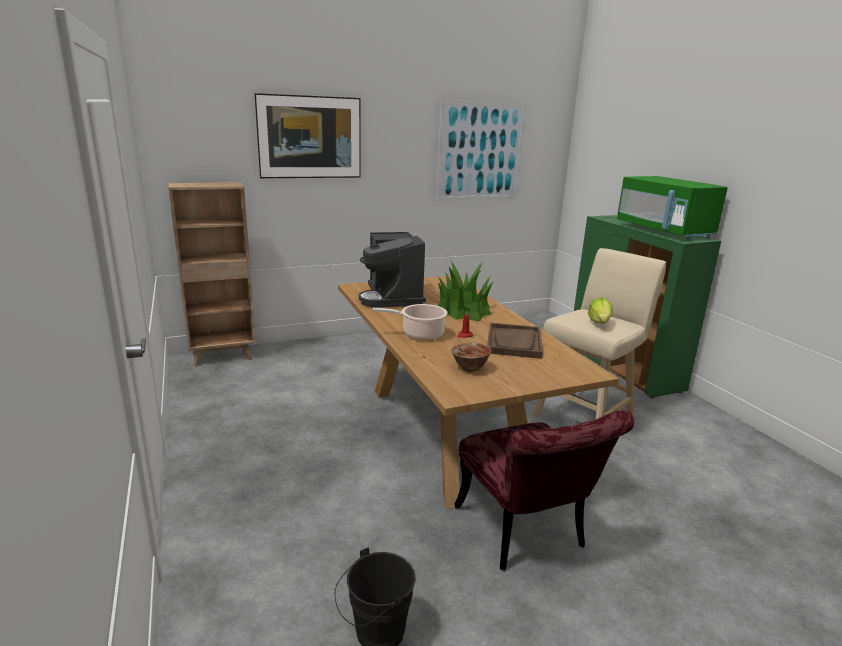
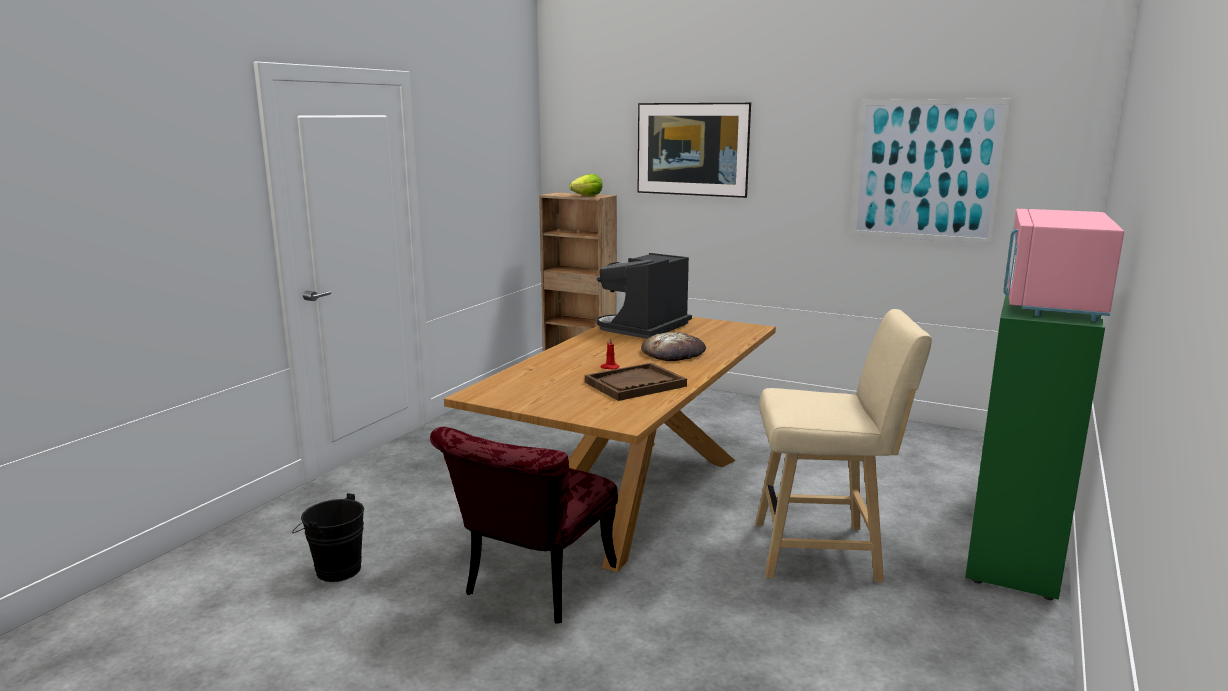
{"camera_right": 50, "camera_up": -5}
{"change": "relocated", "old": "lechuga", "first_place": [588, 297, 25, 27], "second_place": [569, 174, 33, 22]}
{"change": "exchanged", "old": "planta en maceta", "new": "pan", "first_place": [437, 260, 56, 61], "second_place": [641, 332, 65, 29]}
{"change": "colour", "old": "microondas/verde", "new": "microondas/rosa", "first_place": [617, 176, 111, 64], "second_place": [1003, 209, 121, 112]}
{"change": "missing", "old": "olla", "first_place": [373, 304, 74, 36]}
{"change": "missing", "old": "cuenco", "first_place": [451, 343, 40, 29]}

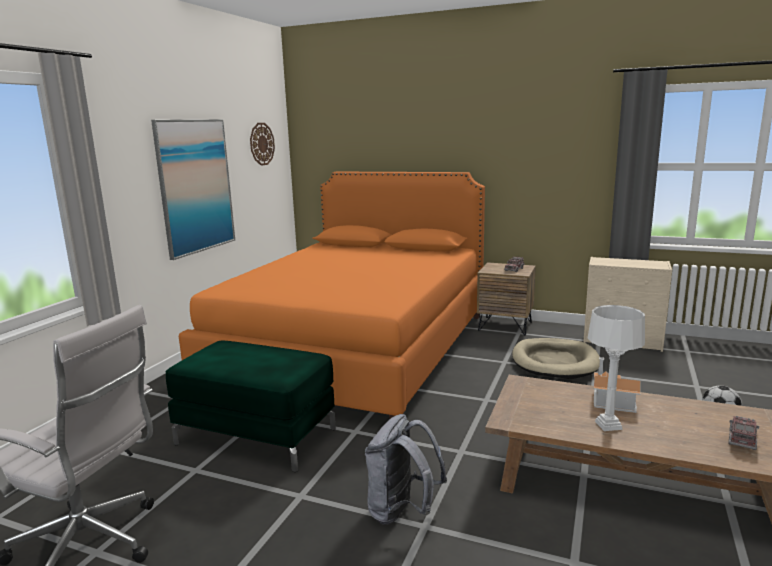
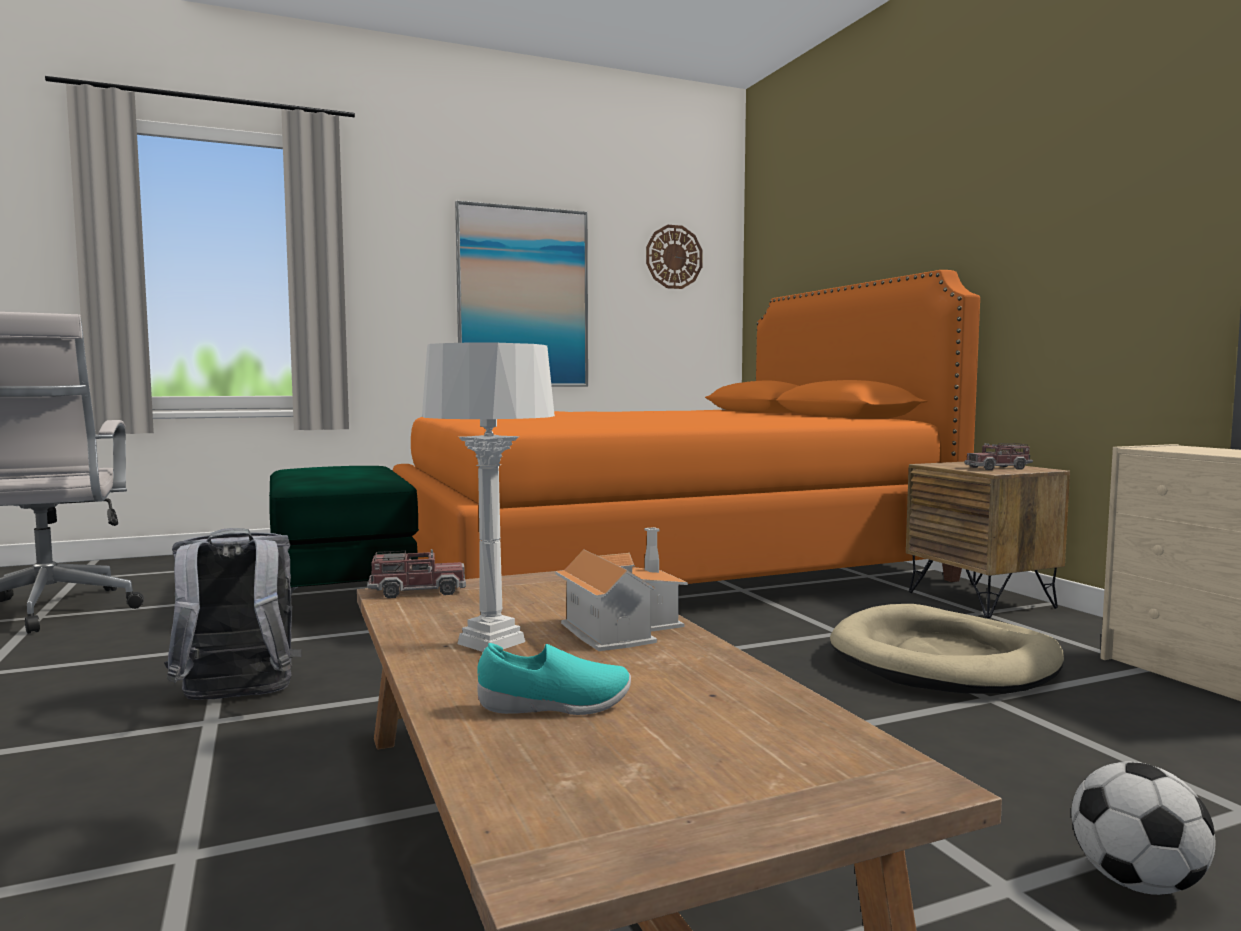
{"camera_right": 45, "camera_up": -10}
{"change": "relocated", "old": "camión de juguete", "first_place": [728, 416, 31, 34], "second_place": [367, 549, 99, 49]}
{"change": "appeared", "new": "zapato/turquesa", "second_place": [477, 643, 154, 72]}

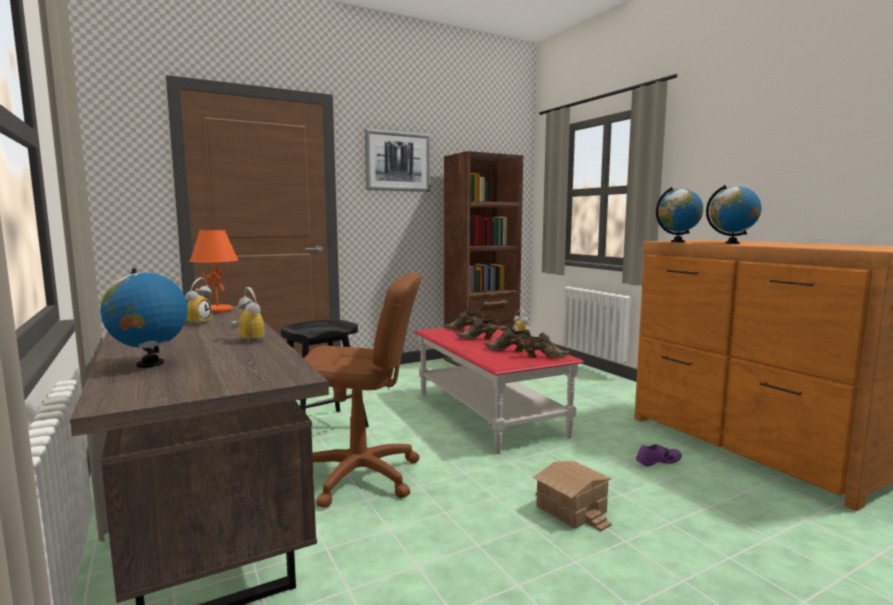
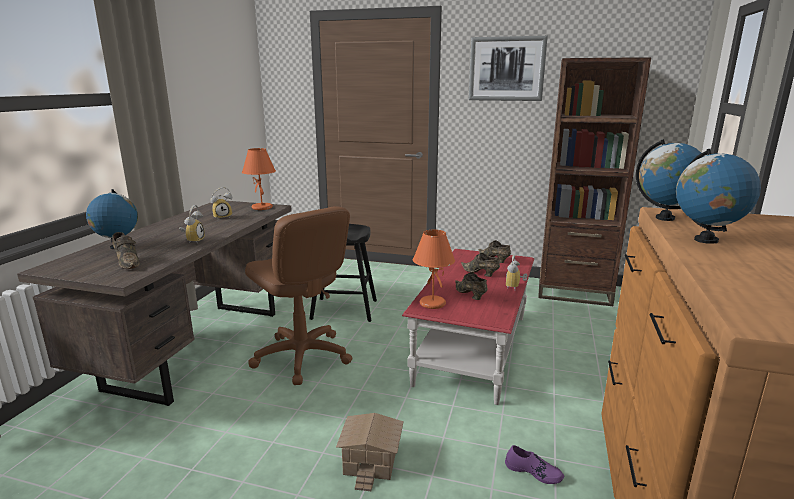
{"camera_right": 45, "camera_up": 10}
{"change": "relocated", "old": "zapato/marrón", "first_place": [519, 333, 51, 25], "second_place": [112, 232, 28, 37]}
{"change": "appeared", "new": "lámpara de mesa/naranja", "second_place": [413, 230, 42, 79]}

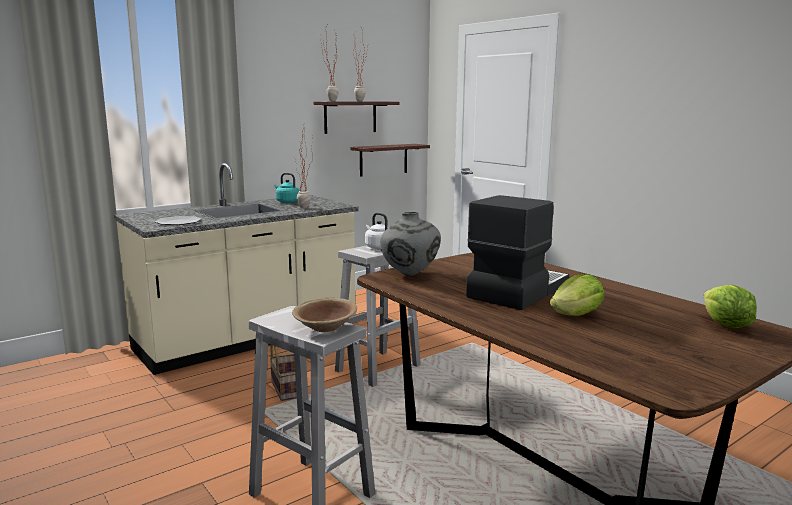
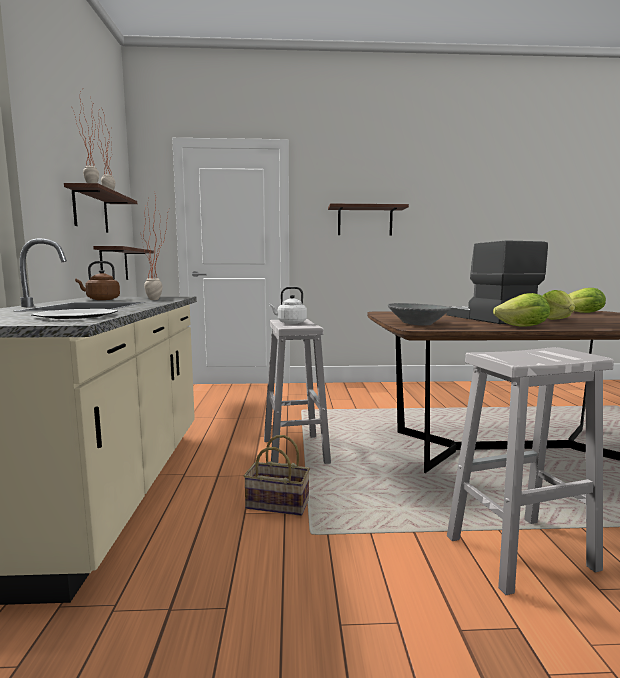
{"camera_right": -55, "camera_up": -5}
{"change": "colour", "old": "hervidor/turquesa", "new": "hervidor/marrón", "first_place": [274, 173, 25, 30], "second_place": [75, 261, 45, 39]}
{"change": "appeared", "new": "estante", "second_place": [328, 204, 81, 32]}
{"change": "exchanged", "old": "florero/gris", "new": "cuenco/gris", "first_place": [380, 212, 61, 64], "second_place": [388, 303, 63, 23]}
{"change": "appeared", "new": "lechuga", "second_place": [493, 293, 57, 34]}
{"change": "missing", "old": "cuenco/marrón", "first_place": [292, 298, 65, 34]}

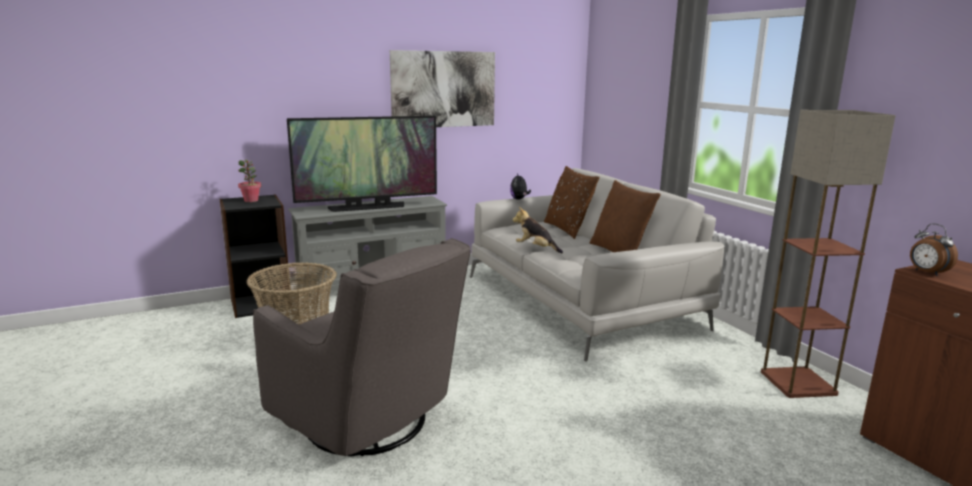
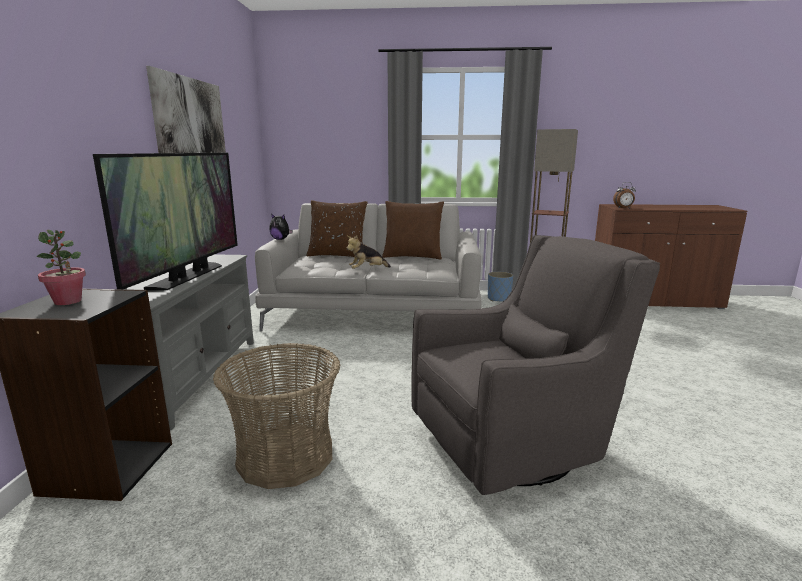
{"camera_right": -60, "camera_up": 0}
{"change": "appeared", "new": "maceta/azul", "second_place": [488, 272, 25, 30]}

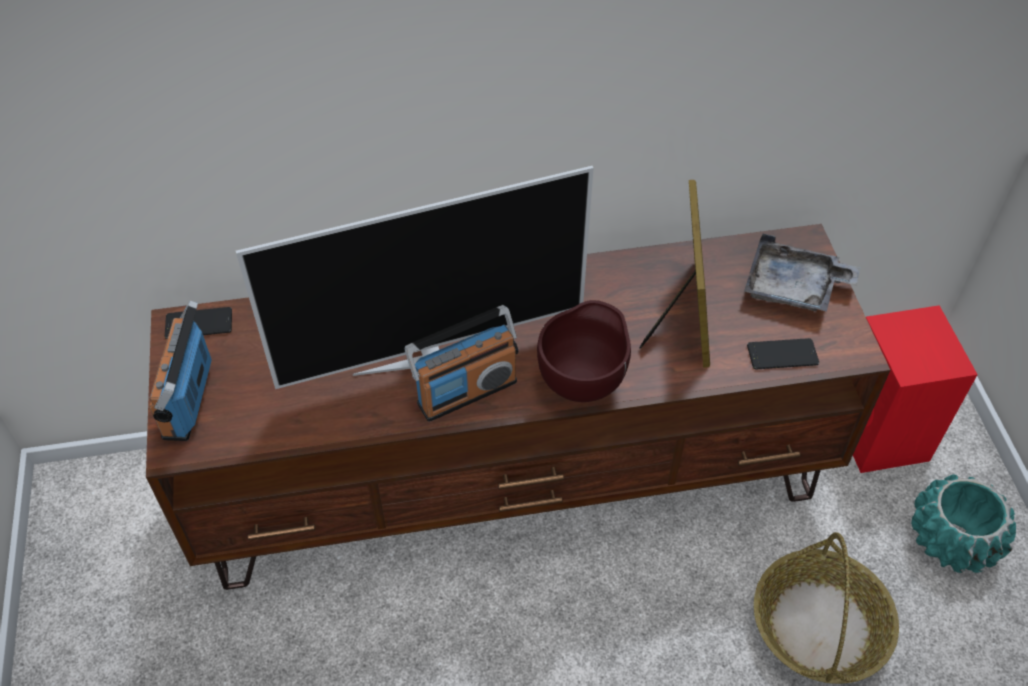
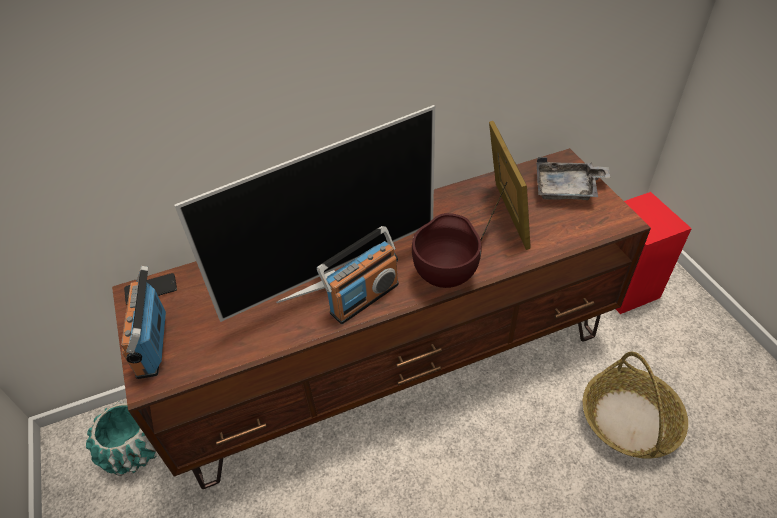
{"camera_right": -10, "camera_up": -5}
{"change": "relocated", "old": "maceta/turquesa", "first_place": [911, 474, 105, 99], "second_place": [86, 401, 71, 75]}
{"change": "missing", "old": "móvil", "first_place": [747, 338, 72, 31]}

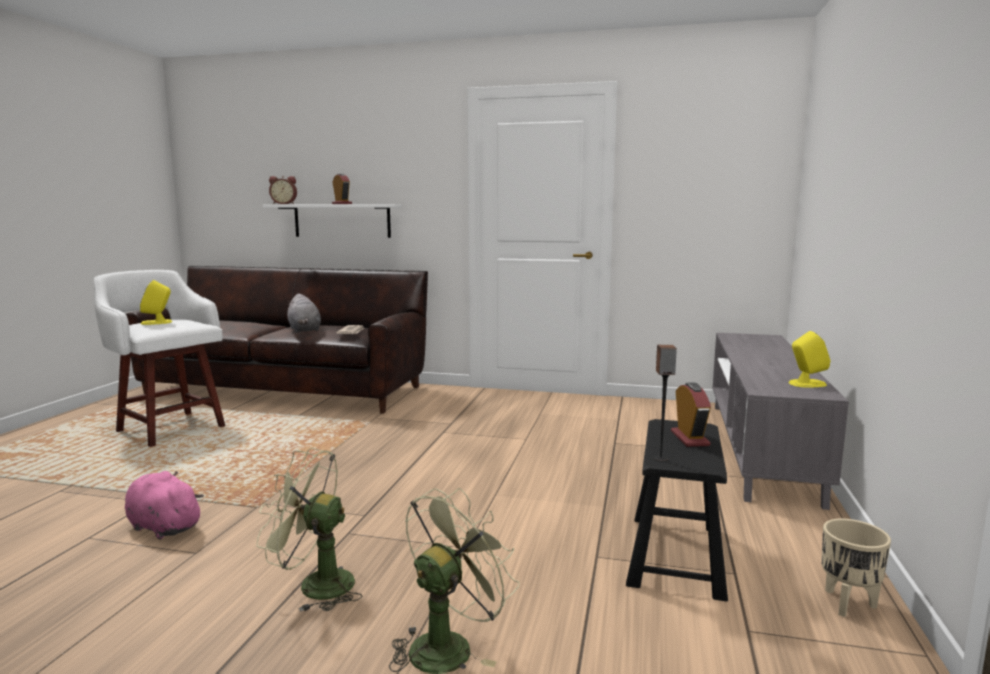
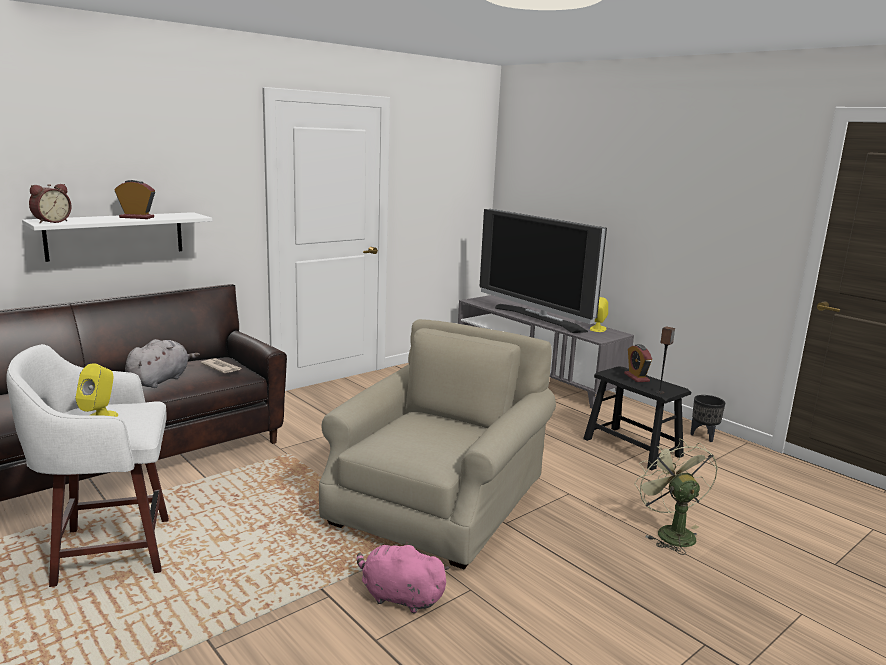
{"camera_right": -55, "camera_up": 5}
{"change": "spun", "old": "peluche/gris", "first_place": [287, 294, 34, 38], "second_place": [125, 339, 75, 49], "degrees": -75}
{"change": "appeared", "new": "sillón/beis", "second_place": [319, 319, 237, 250]}
{"change": "spun", "old": "peluche/rosa", "first_place": [125, 471, 79, 68], "second_place": [357, 541, 92, 72], "degrees": 45}
{"change": "appeared", "new": "televisor", "second_place": [480, 209, 127, 124]}
{"change": "spun", "old": "despertador", "first_place": [671, 382, 40, 65], "second_place": [624, 344, 28, 38], "degrees": -135}
{"change": "colour", "old": "maceta/beis", "new": "maceta/negro", "first_place": [821, 519, 70, 98], "second_place": [691, 395, 34, 47]}
{"change": "missing", "old": "ventilador/verde", "first_place": [257, 448, 105, 164]}

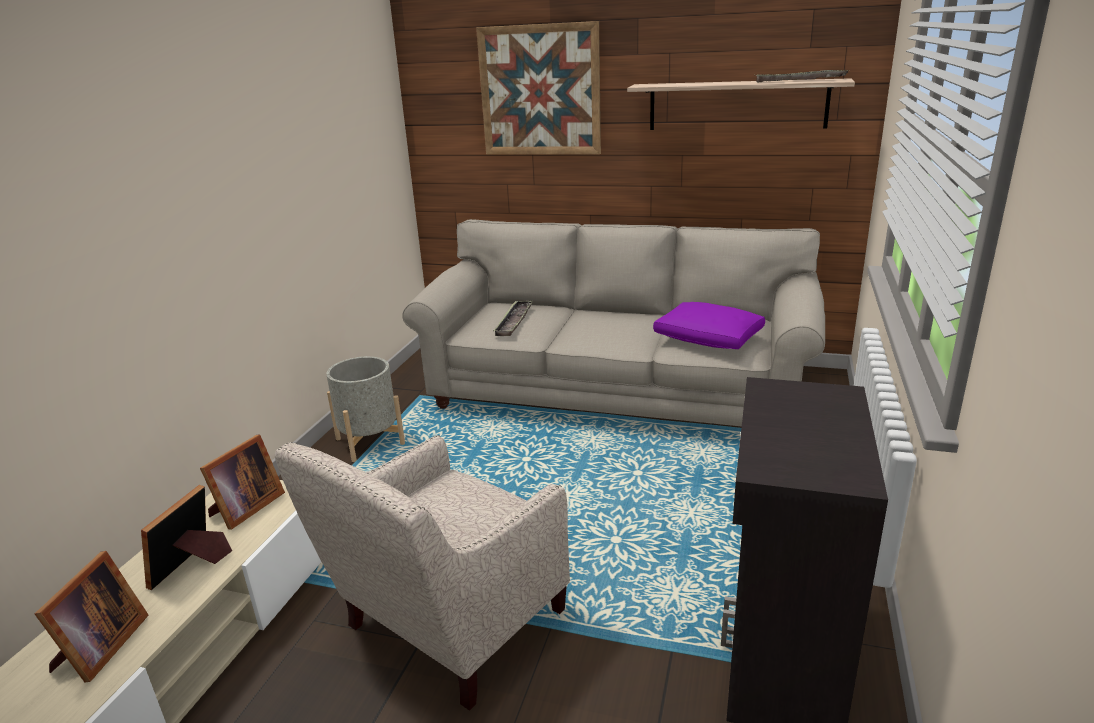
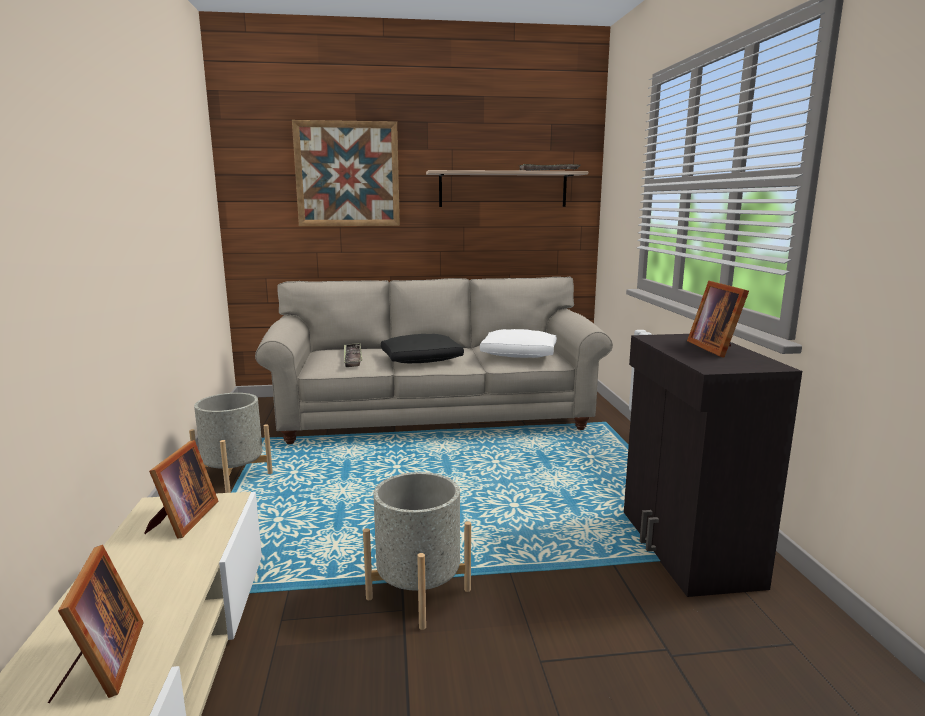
{"camera_right": -25, "camera_up": -10}
{"change": "exchanged", "old": "sillón/beis", "new": "maceta/gris", "first_place": [275, 435, 295, 275], "second_place": [363, 472, 108, 158]}
{"change": "appeared", "new": "cojín/negro", "second_place": [381, 334, 83, 30]}
{"change": "colour", "old": "cojín/morado", "new": "cojín/blanco", "first_place": [653, 302, 112, 47], "second_place": [480, 329, 77, 29]}
{"change": "relocated", "old": "portarretratos", "first_place": [141, 485, 91, 105], "second_place": [687, 281, 62, 77]}

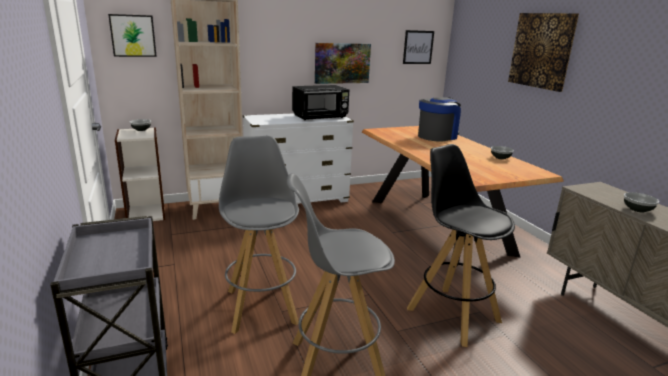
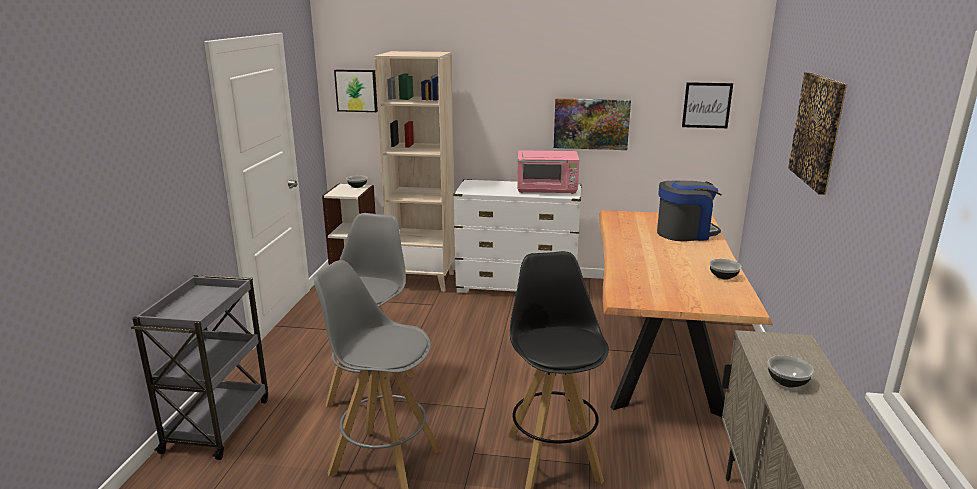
{"camera_right": 30, "camera_up": 0}
{"change": "colour", "old": "microondas/negro", "new": "microondas/rosa", "first_place": [292, 85, 57, 35], "second_place": [517, 150, 62, 44]}

